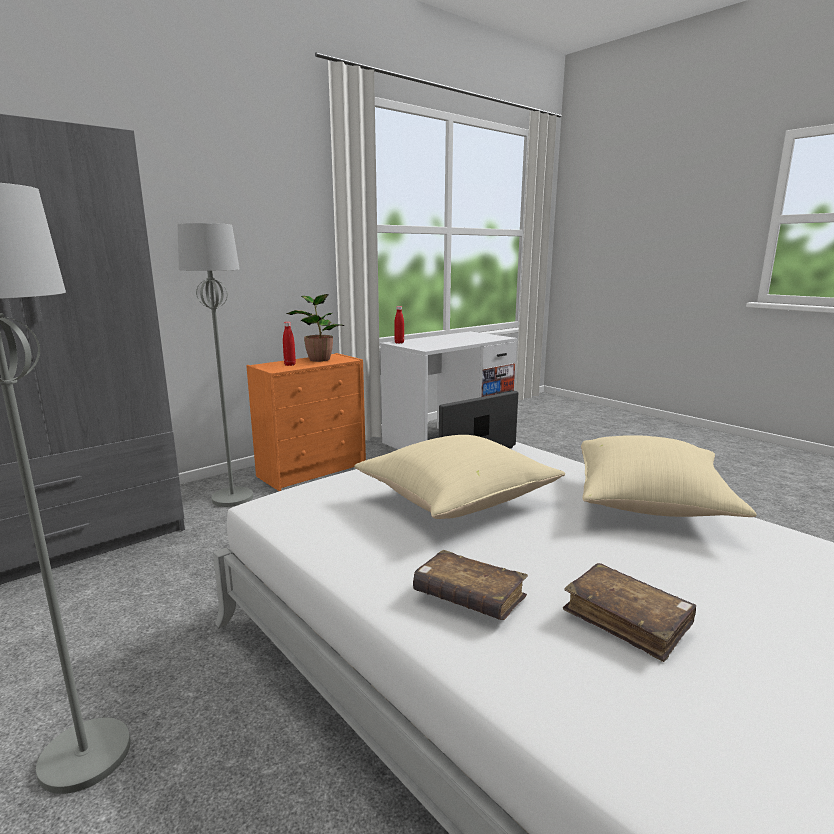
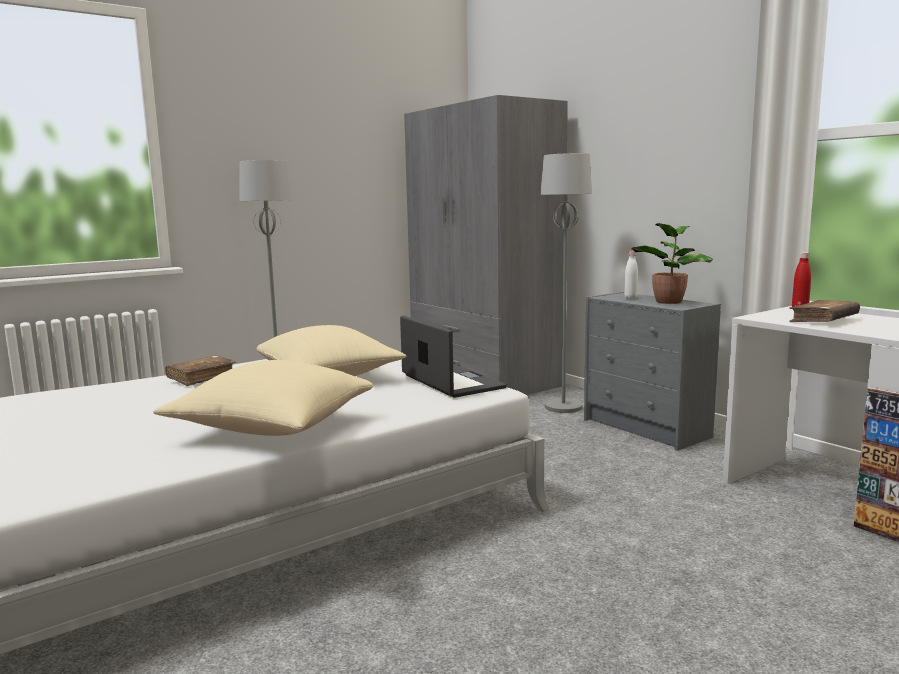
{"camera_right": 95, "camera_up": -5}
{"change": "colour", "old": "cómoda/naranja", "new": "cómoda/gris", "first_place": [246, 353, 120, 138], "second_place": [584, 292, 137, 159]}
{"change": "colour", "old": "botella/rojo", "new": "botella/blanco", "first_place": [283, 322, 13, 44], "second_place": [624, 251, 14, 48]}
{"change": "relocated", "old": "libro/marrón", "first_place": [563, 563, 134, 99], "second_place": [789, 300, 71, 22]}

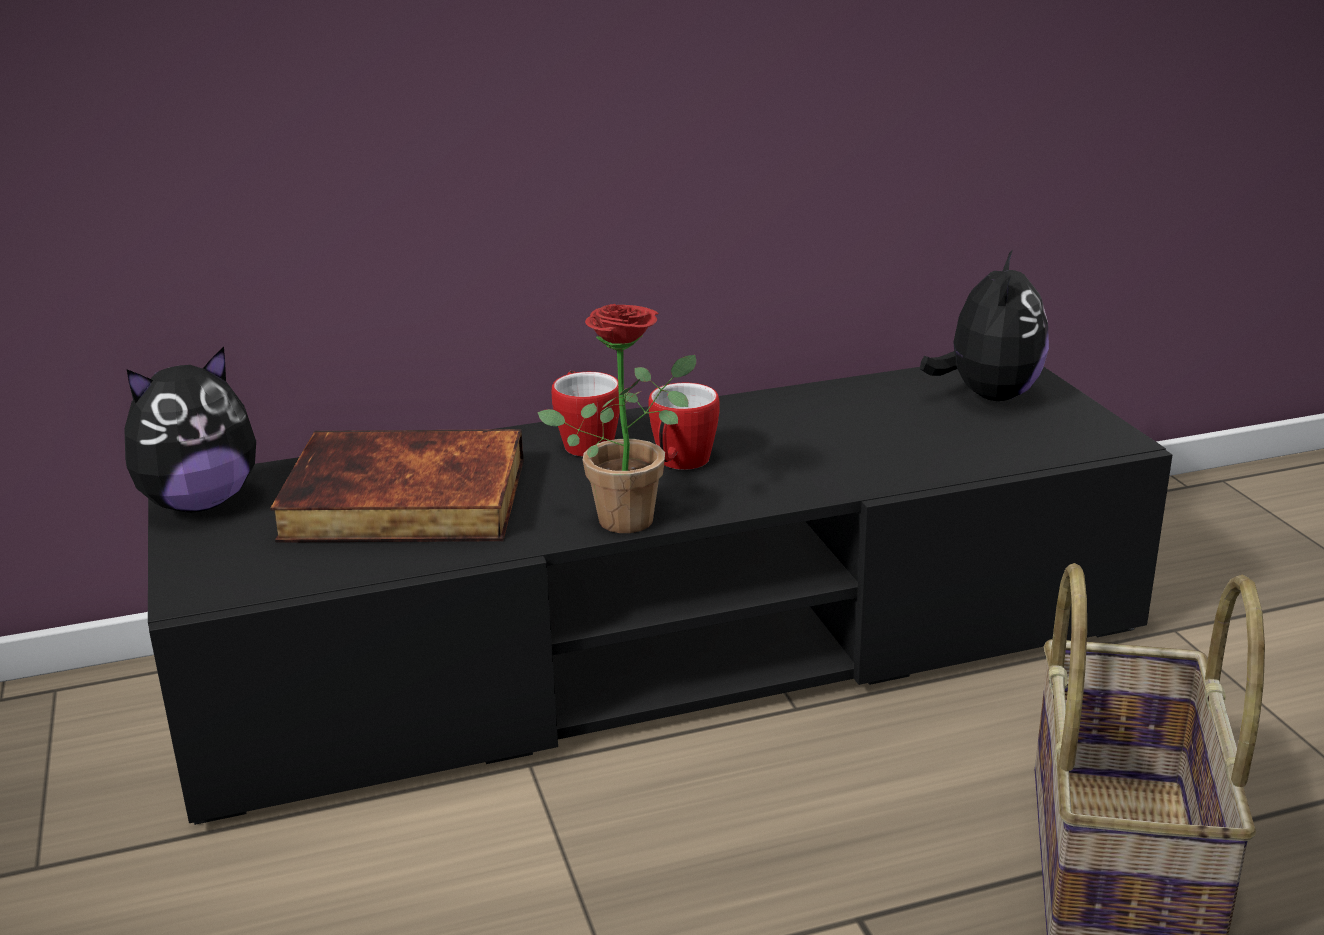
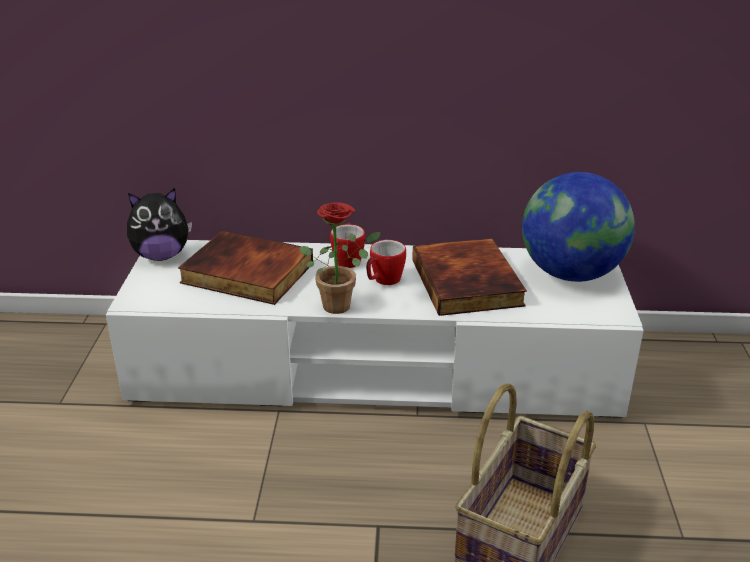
{"camera_right": 20, "camera_up": 5}
{"change": "colour", "old": "mueble de televisión/negro", "new": "mueble de televisión/blanco", "first_place": [148, 367, 1024, 458], "second_place": [106, 240, 538, 178]}
{"change": "appeared", "new": "libro", "second_place": [412, 238, 115, 78]}
{"change": "exchanged", "old": "peluche", "new": "globo terráqueo", "first_place": [920, 249, 129, 152], "second_place": [522, 172, 113, 110]}

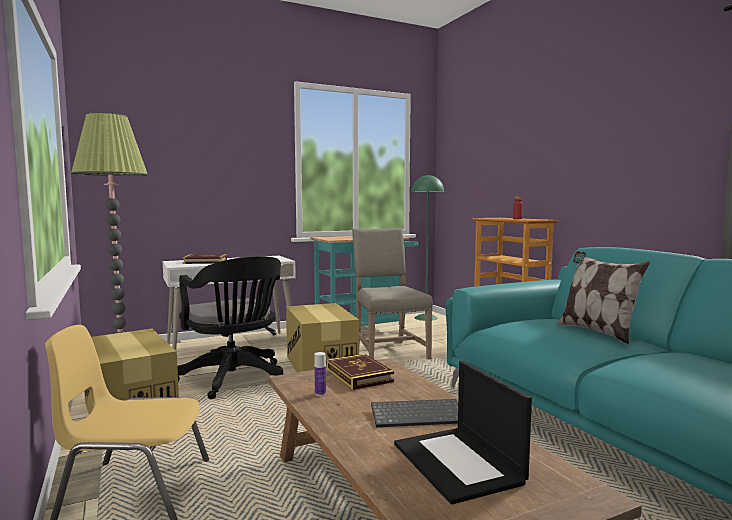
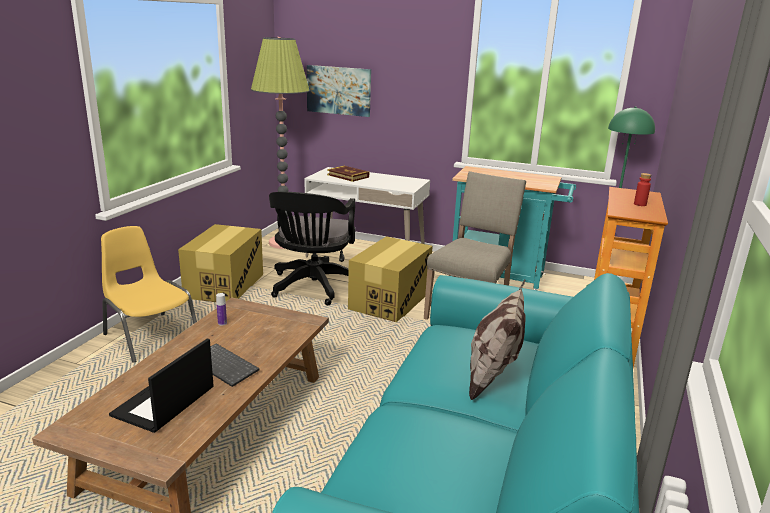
{"camera_right": 45, "camera_up": 15}
{"change": "appeared", "new": "cuadro", "second_place": [307, 65, 64, 52]}
{"change": "missing", "old": "libro", "first_place": [327, 354, 67, 36]}

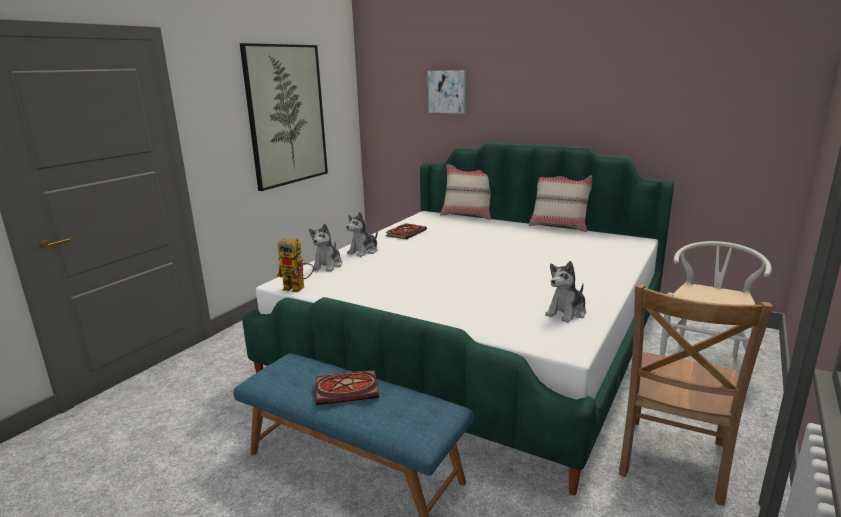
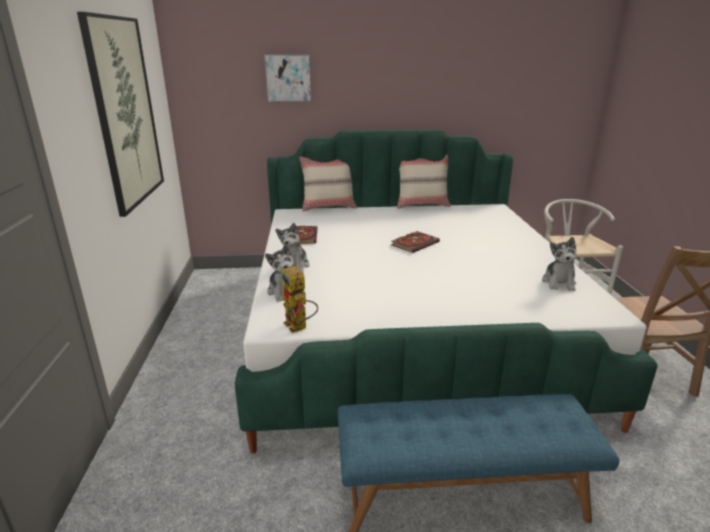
{"camera_right": -35, "camera_up": 5}
{"change": "spun", "old": "robot de juguete", "first_place": [277, 238, 37, 54], "second_place": [281, 266, 37, 67], "degrees": 75}
{"change": "relocated", "old": "libro", "first_place": [315, 370, 64, 35], "second_place": [391, 231, 49, 22]}

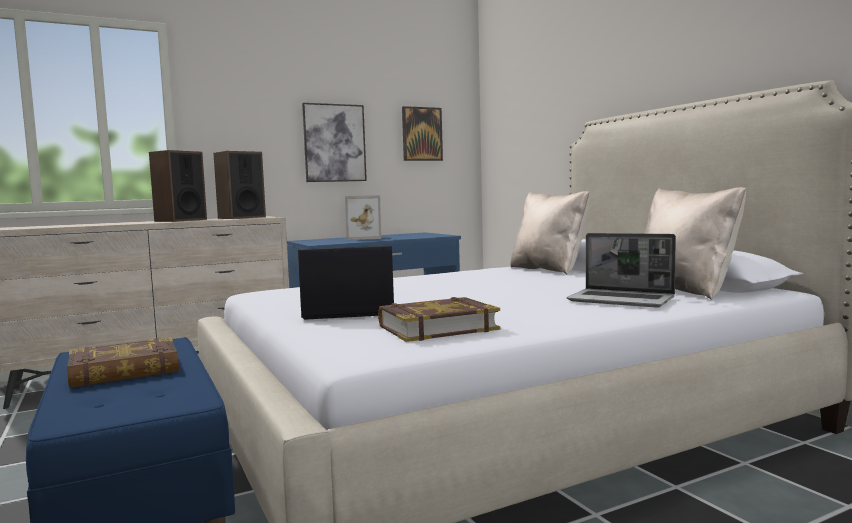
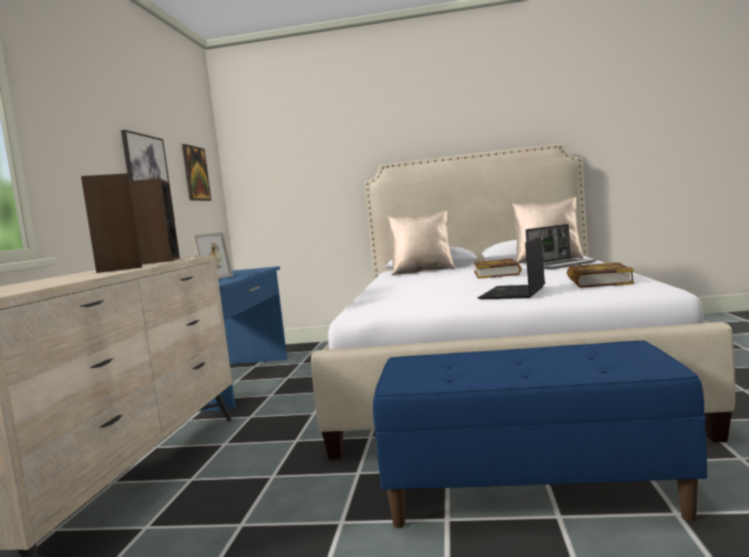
{"camera_right": -55, "camera_up": 0}
{"change": "relocated", "old": "libro", "first_place": [67, 337, 112, 51], "second_place": [474, 259, 48, 20]}

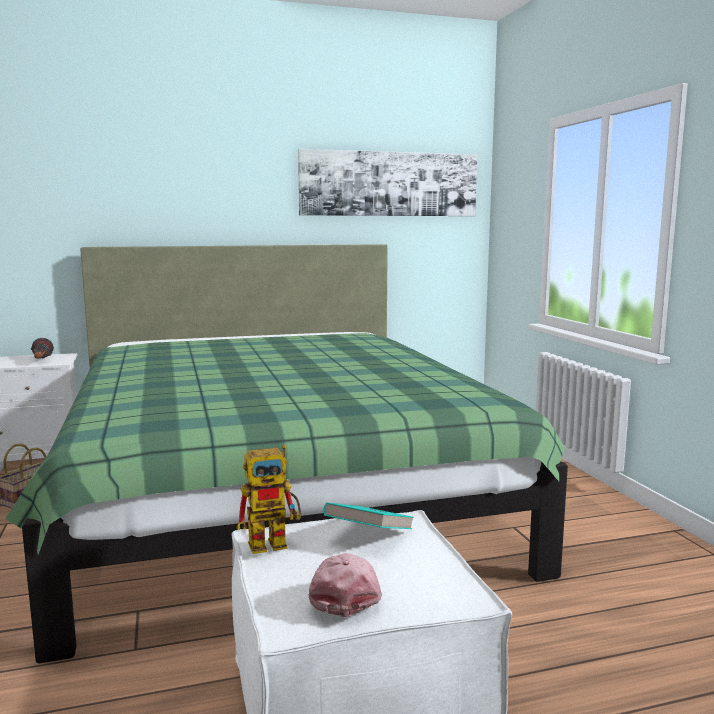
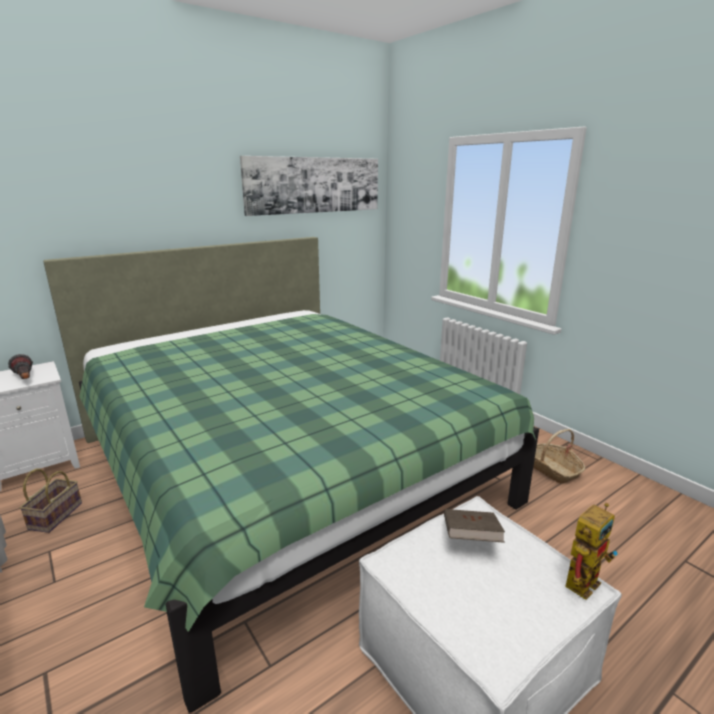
{"camera_right": -20, "camera_up": 10}
{"change": "colour", "old": "libro/turquesa", "new": "libro/marrón", "first_place": [323, 503, 91, 26], "second_place": [444, 509, 61, 34]}
{"change": "appeared", "new": "cesta", "second_place": [533, 429, 52, 55]}
{"change": "relocated", "old": "robot de juguete", "first_place": [237, 445, 64, 109], "second_place": [565, 503, 52, 97]}
{"change": "missing", "old": "gorra/rosa", "first_place": [309, 553, 73, 64]}

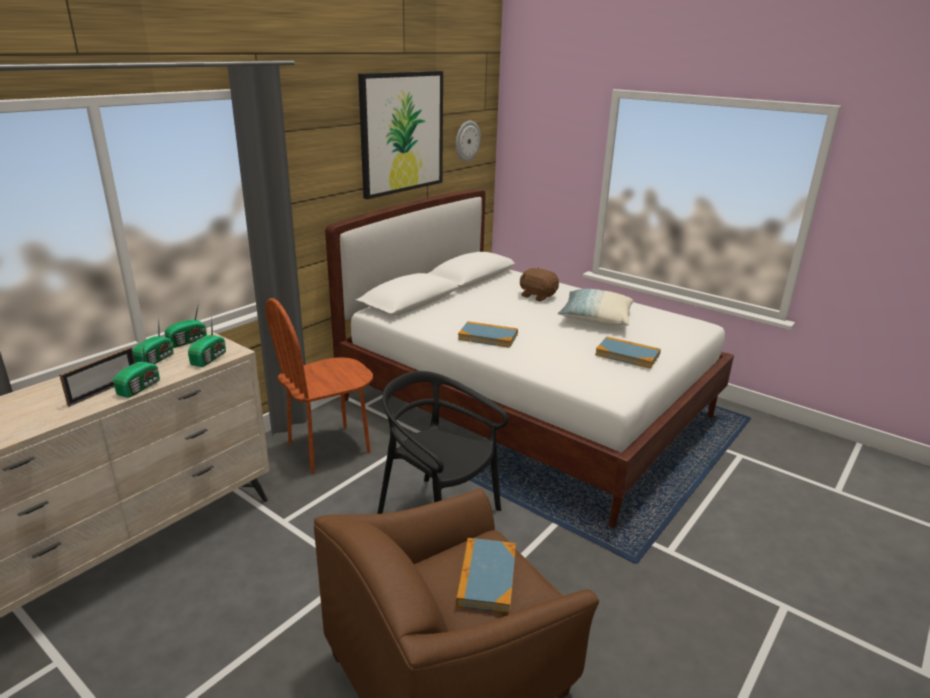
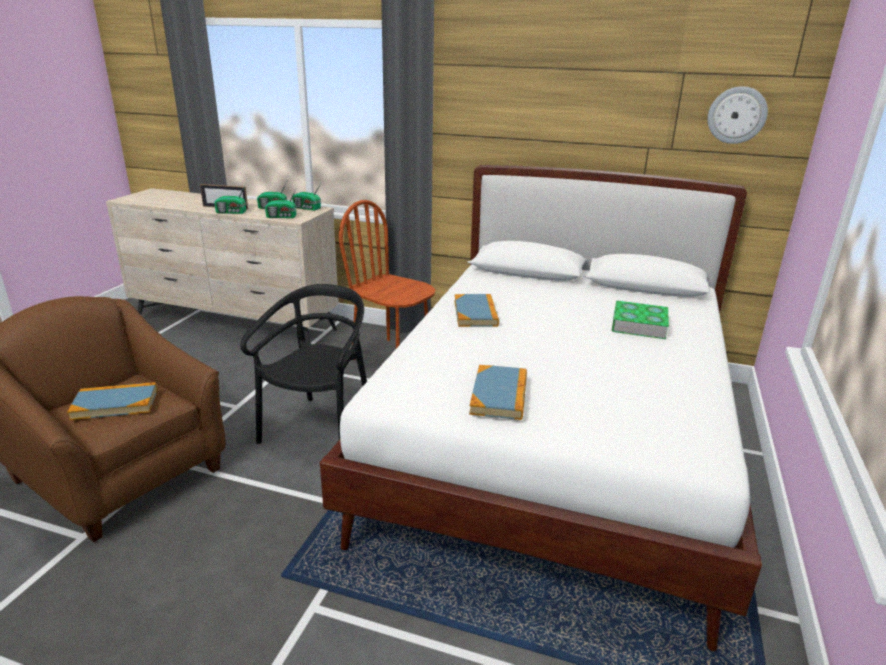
{"camera_right": 70, "camera_up": 0}
{"change": "exchanged", "old": "peluche/marrón", "new": "libro", "first_place": [520, 268, 39, 33], "second_place": [612, 300, 57, 39]}
{"change": "missing", "old": "cuadro", "first_place": [358, 71, 85, 128]}
{"change": "missing", "old": "cojín", "first_place": [558, 289, 75, 37]}

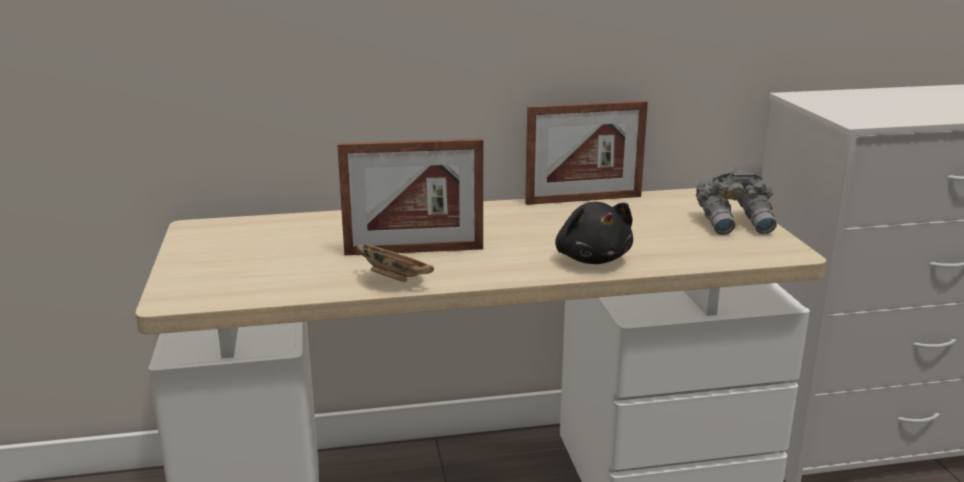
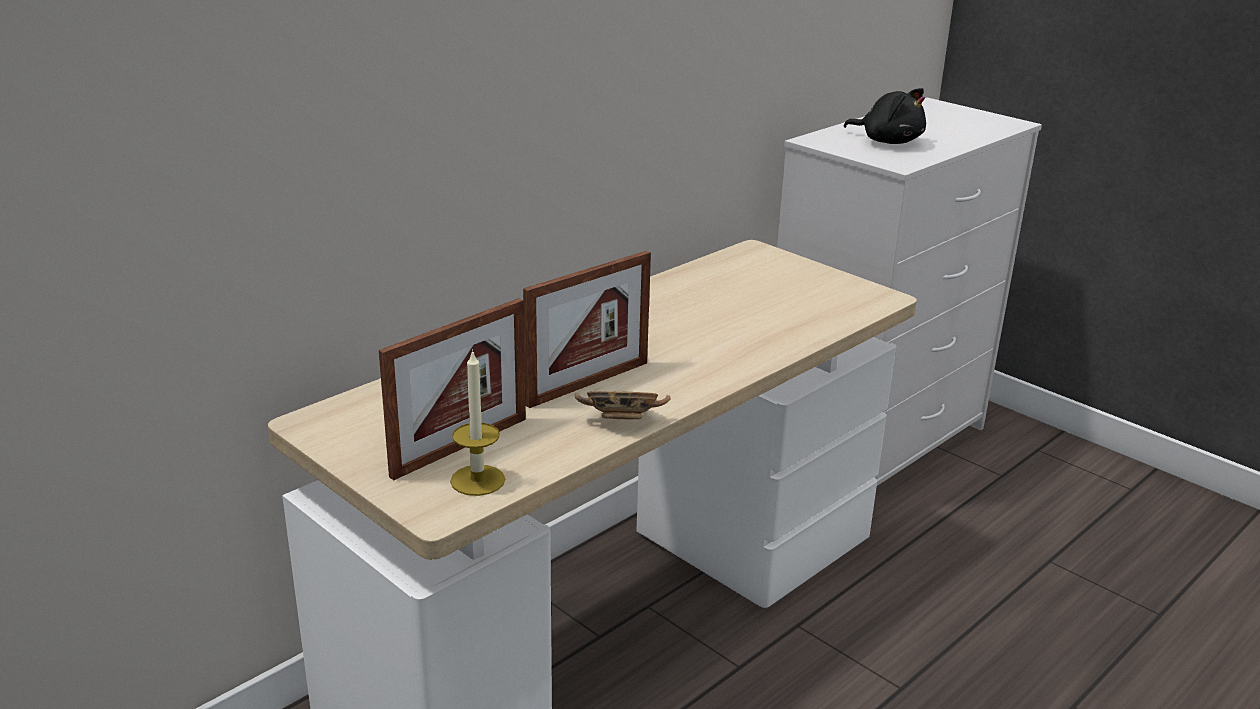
{"camera_right": -35, "camera_up": 5}
{"change": "relocated", "old": "portarretratos", "first_place": [525, 101, 123, 104], "second_place": [379, 298, 147, 182]}
{"change": "appeared", "new": "vela", "second_place": [450, 349, 55, 147]}
{"change": "relocated", "old": "peluche/negro", "first_place": [555, 202, 78, 62], "second_place": [843, 88, 83, 56]}
{"change": "missing", "old": "prismáticos/gris", "first_place": [696, 165, 81, 70]}

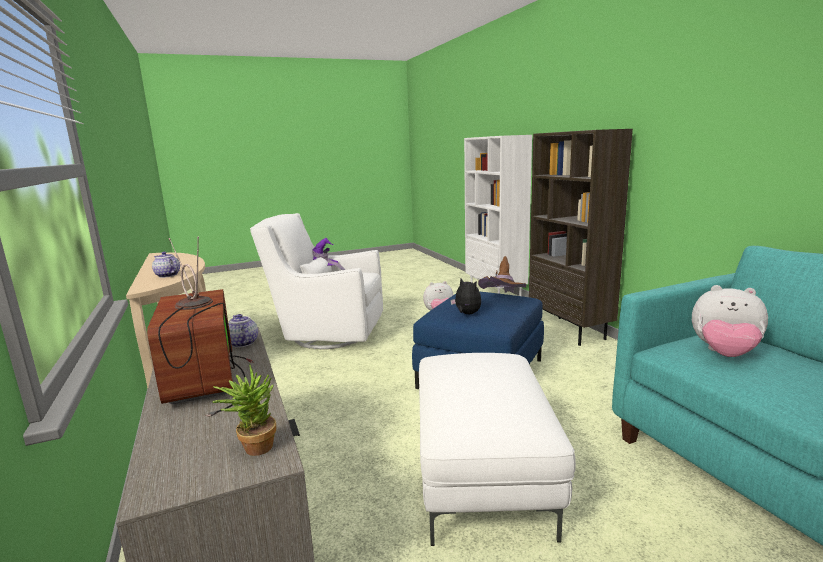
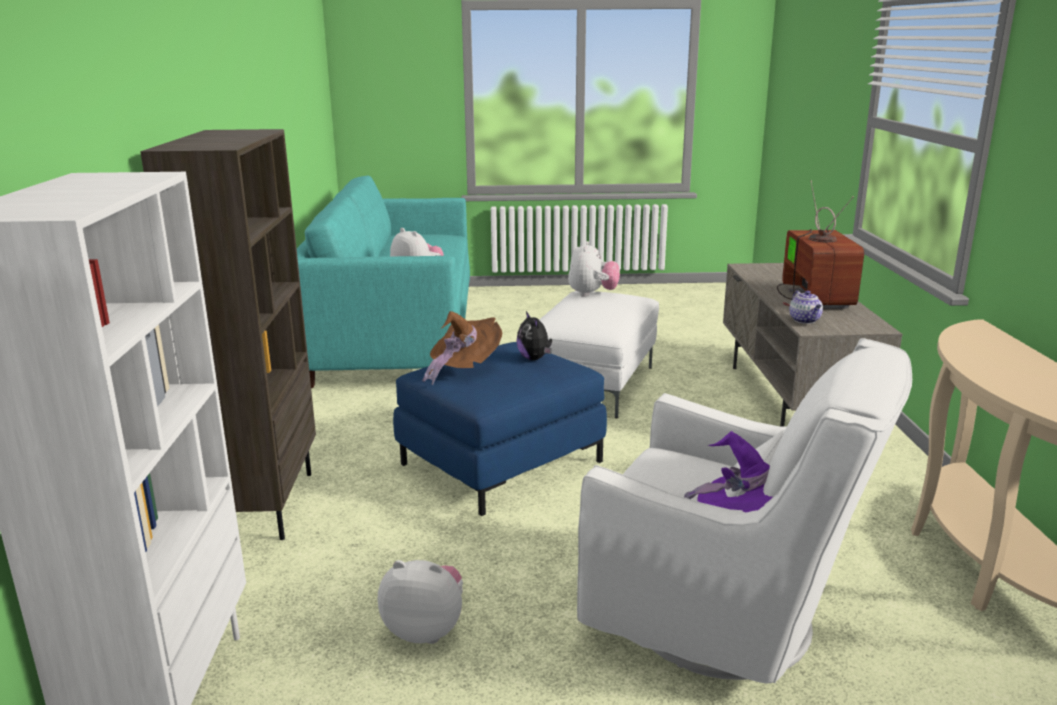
{"camera_right": -160, "camera_up": 5}
{"change": "appeared", "new": "peluche", "second_place": [568, 241, 52, 56]}
{"change": "missing", "old": "tetera", "first_place": [152, 252, 28, 26]}
{"change": "missing", "old": "planta en maceta", "first_place": [212, 364, 64, 92]}

